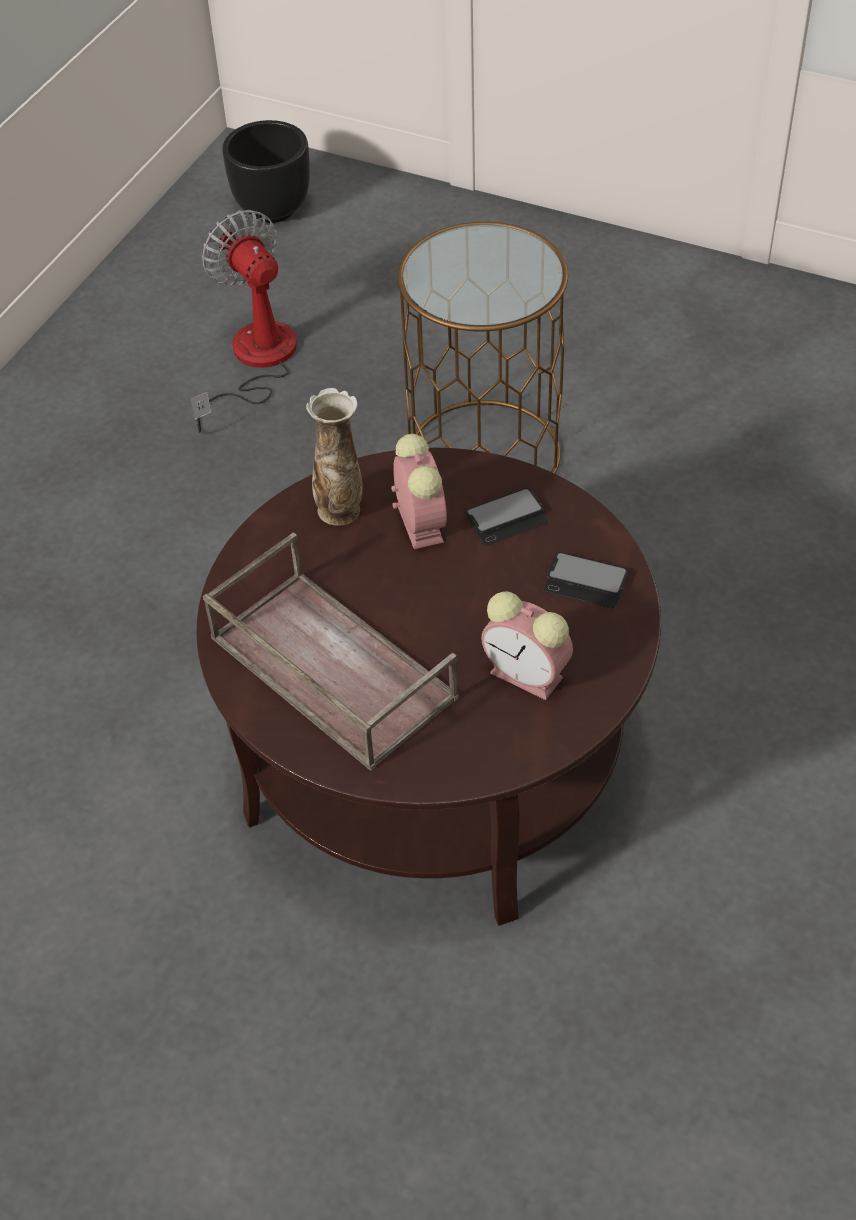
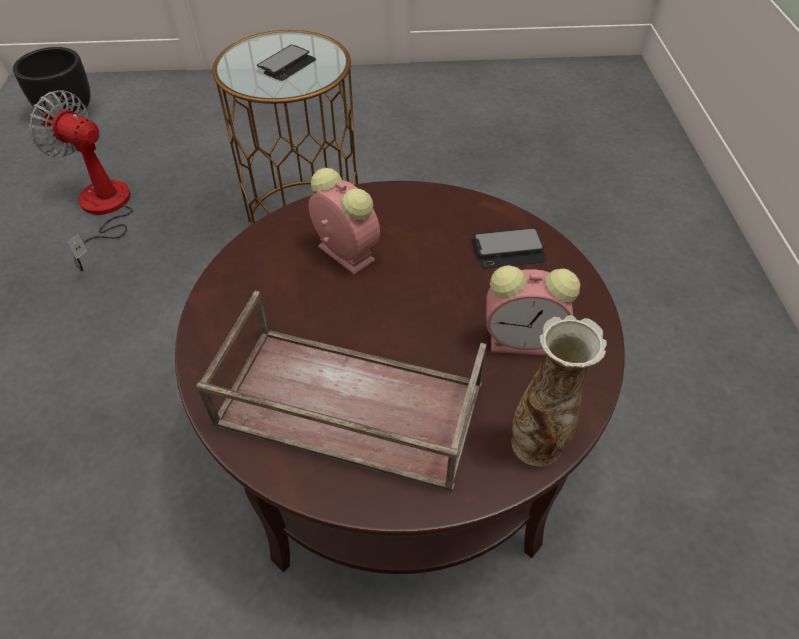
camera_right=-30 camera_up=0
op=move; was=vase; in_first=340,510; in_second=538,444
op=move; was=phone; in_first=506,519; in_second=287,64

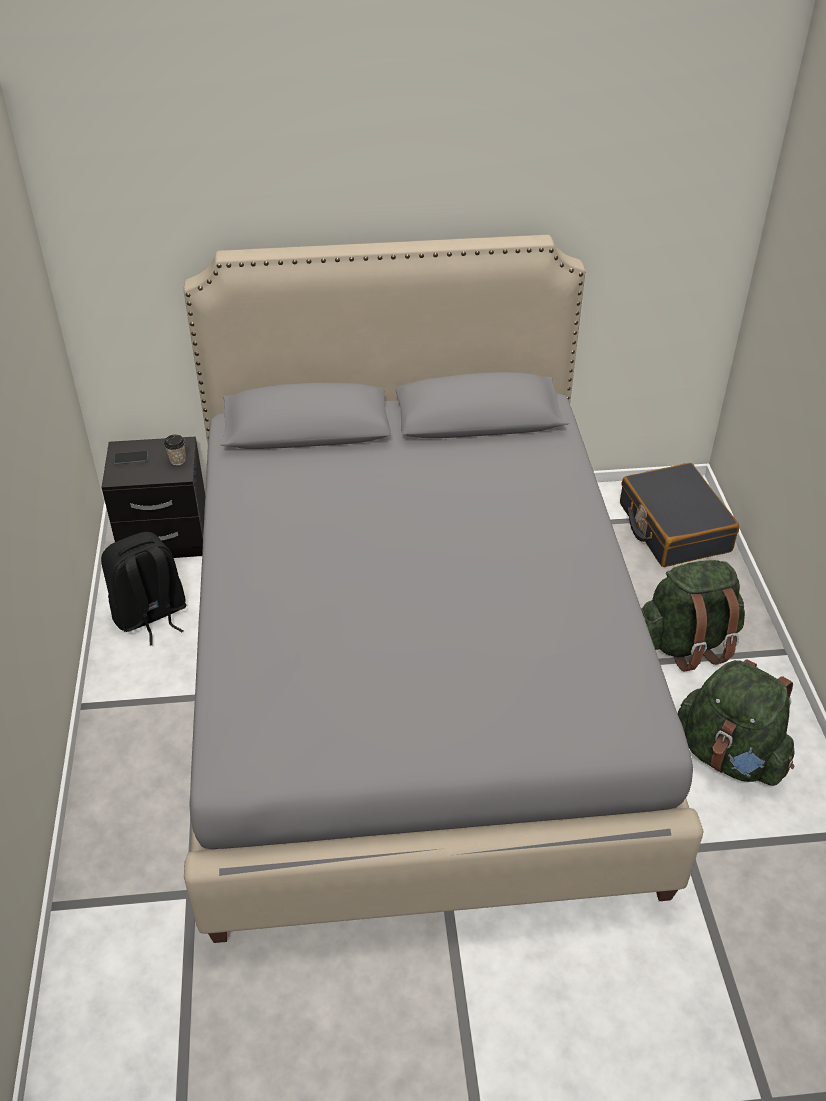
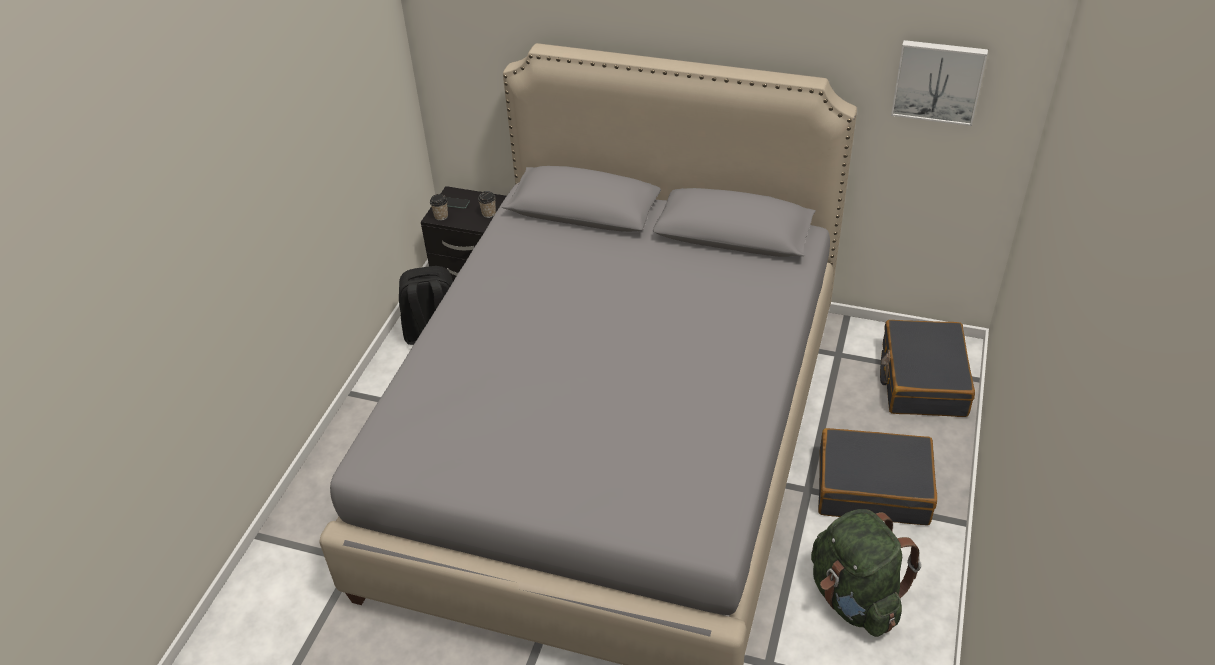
camera_right=25 camera_up=0
op=replace; was=backpack (green); now=suitcase (black); in_first=686,643; in_second=873,487
op=insert; now=cup; in_second=441,216
op=insert; now=picture; in_second=938,81

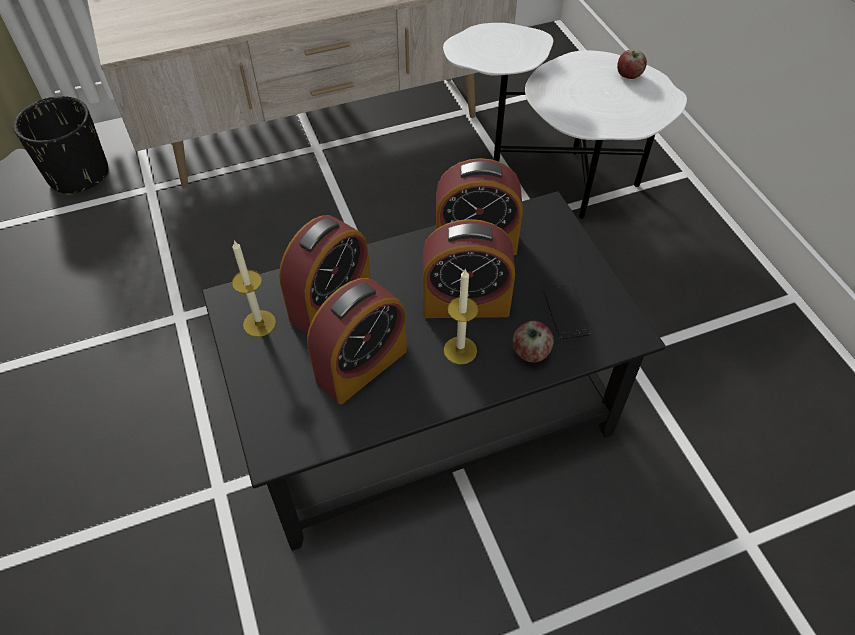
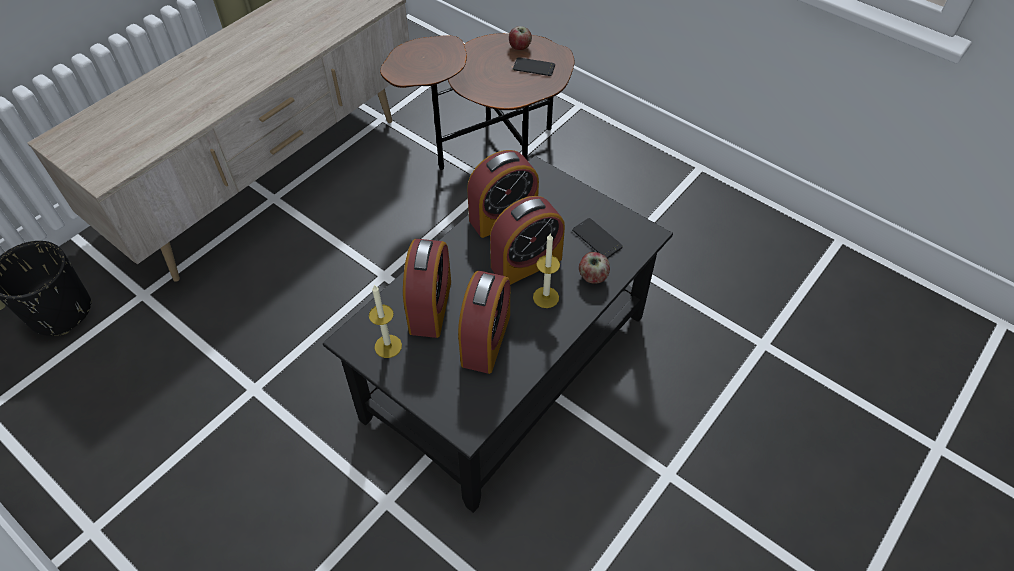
camera_right=-30 camera_up=0
op=recolor; was=side table (white); now=side table (brown); in_first=556,184; in_second=490,151
op=insert; now=phone; in_second=534,67

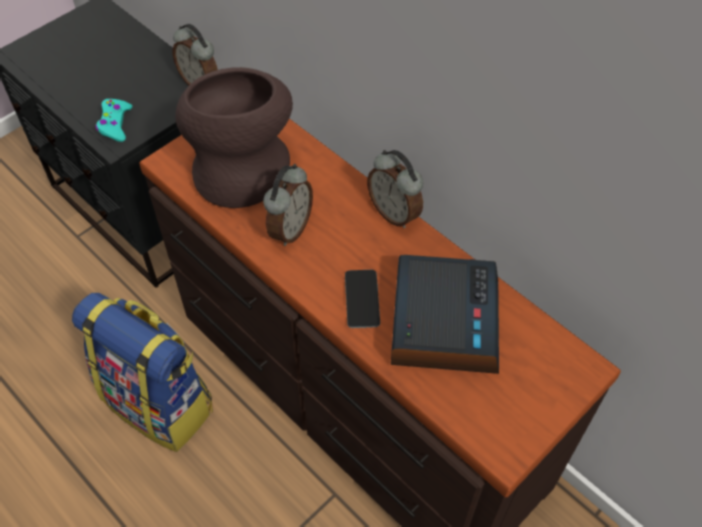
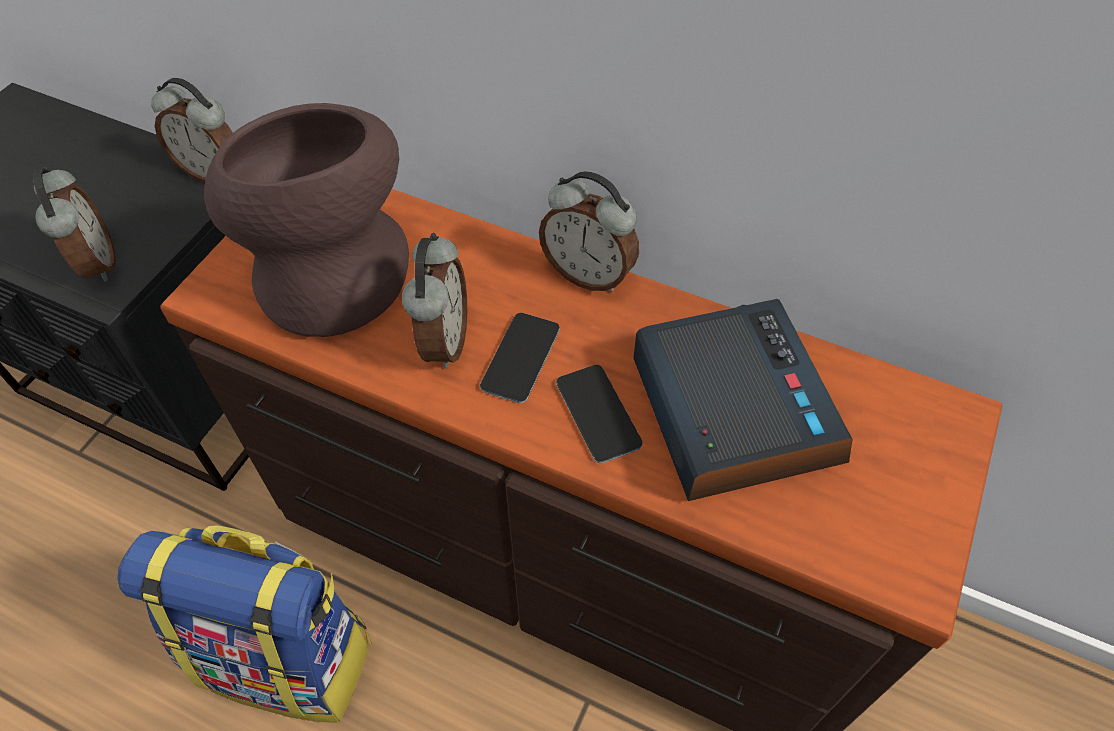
camera_right=-20 camera_up=0
op=replace; was=game controller (turquoise); now=alarm clock; in_first=115,124; in_second=96,263
op=insert; now=phone; in_second=520,358

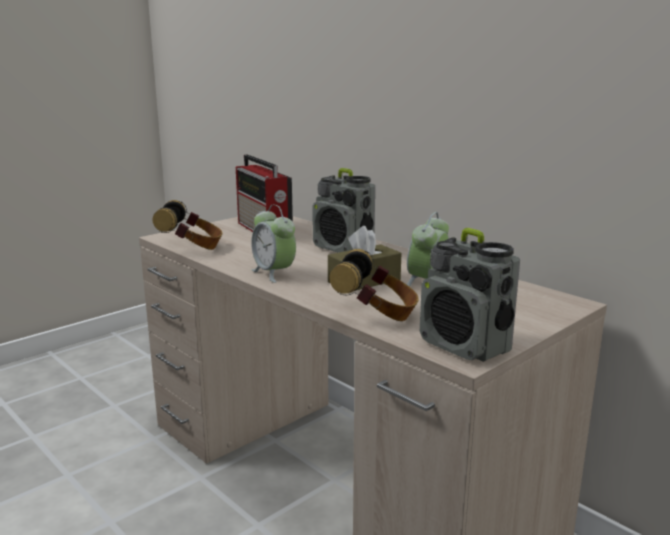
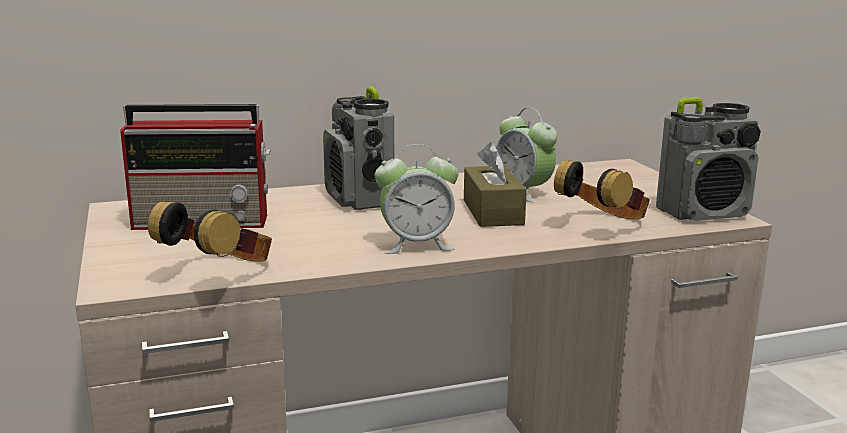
camera_right=-65 camera_up=0
op=rotate; was=radio; in_first=343,248; in_second=359,200; clockwise=90

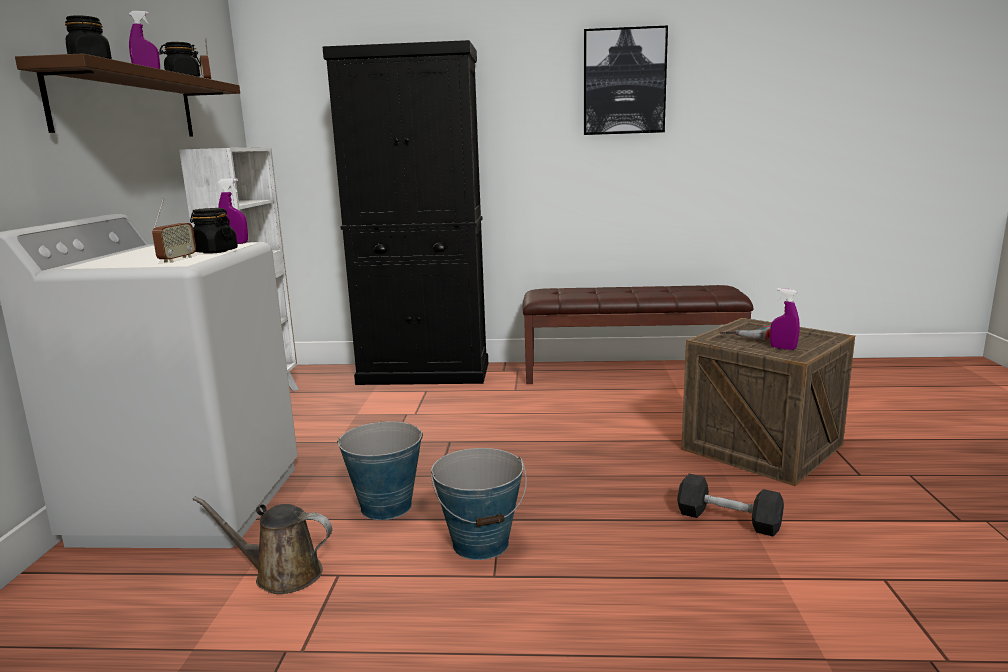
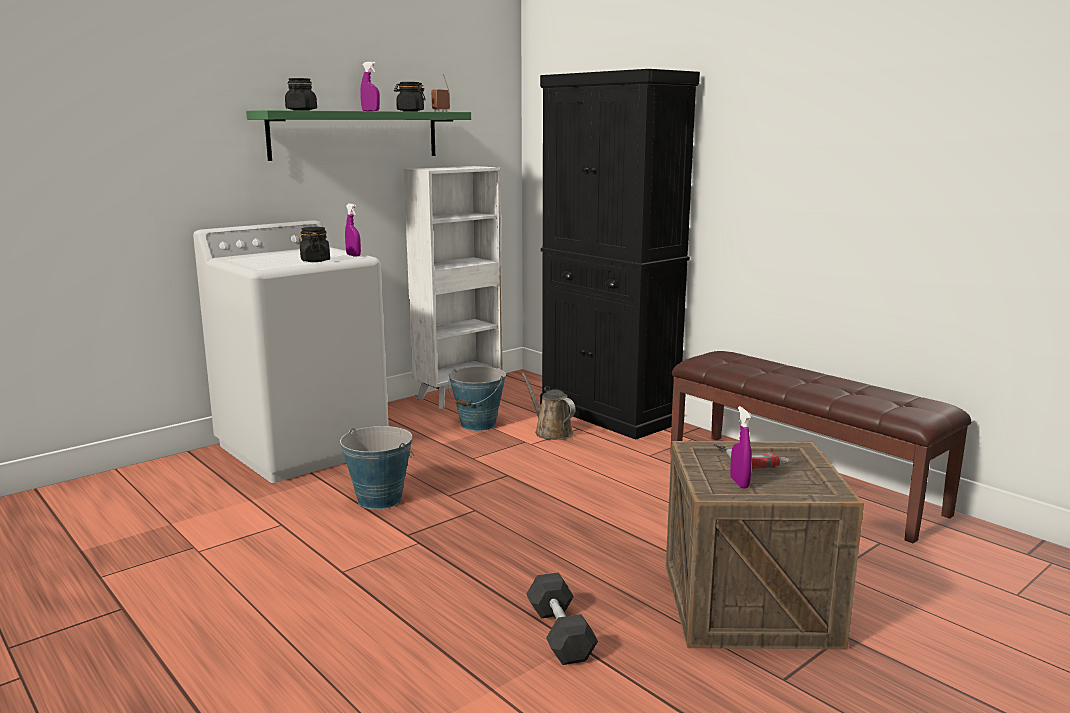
camera_right=45 camera_up=0
op=recolor; was=shelf (brown); now=shelf (green); in_first=127,105; in_second=355,135
op=delete; was=radio; in_first=177,259
op=move; was=watering can (brown); in_first=282,574; in_second=551,432
op=move; was=bucket; in_first=481,543; in_second=478,424
op=delete; was=picture; in_first=624,82

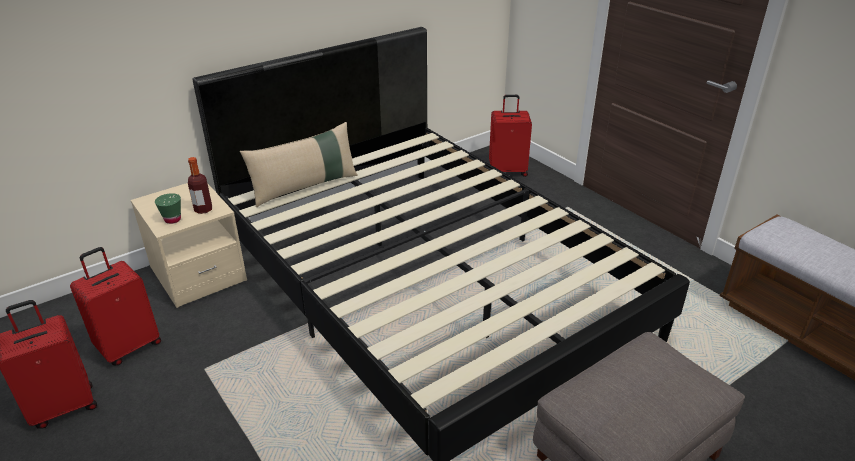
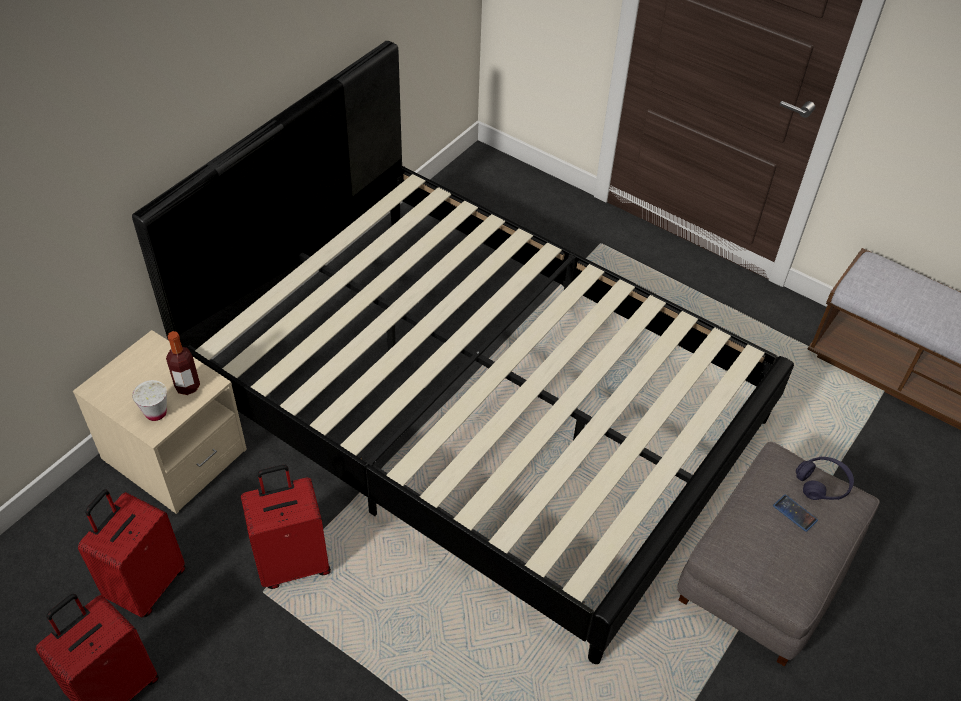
camera_right=-20 camera_up=15
op=recolor; was=cup (green); now=cup (white); in_first=172,219; in_second=156,413
op=delete; was=pillow (beige); in_first=305,187
op=move; was=suitcase (red); in_first=508,170; in_second=293,562
op=insert; now=phone; in_second=795,513
op=insert; now=headphones (purple); in_second=822,484

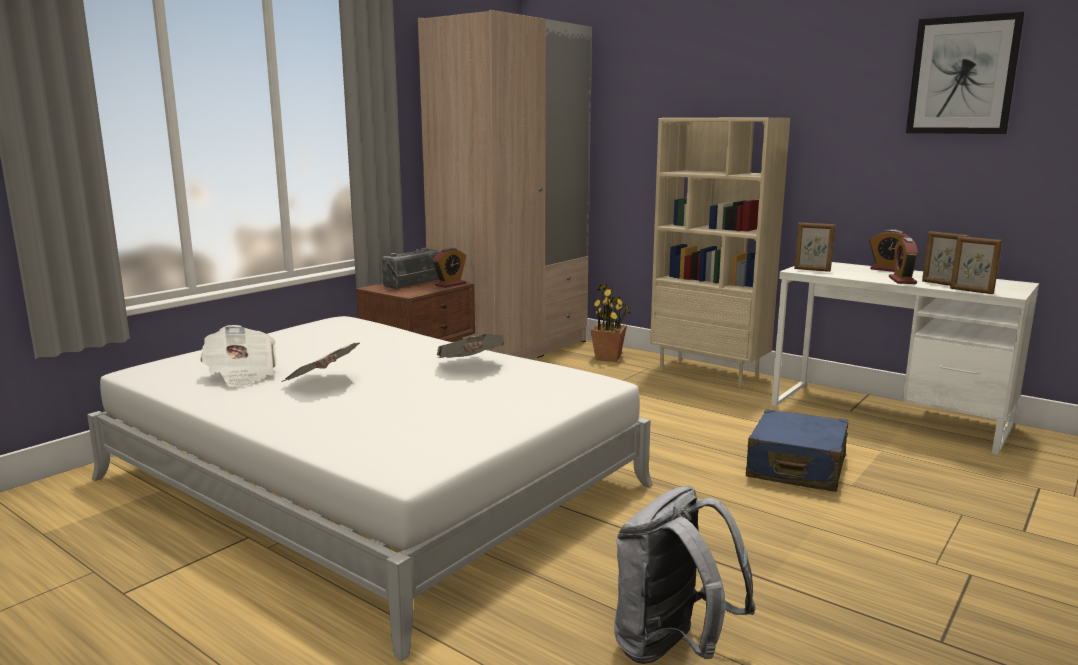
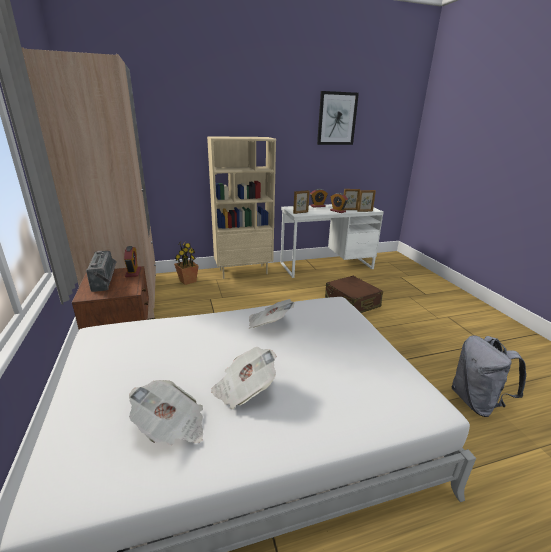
camera_right=-55 camera_up=10
op=recolor; was=suitcase (blue); now=suitcase (brown); in_first=796,468; in_second=352,302

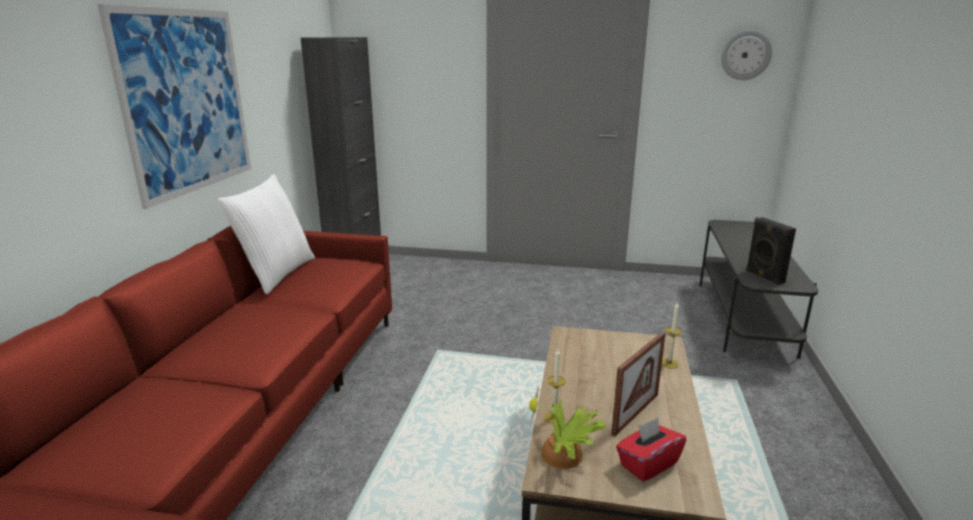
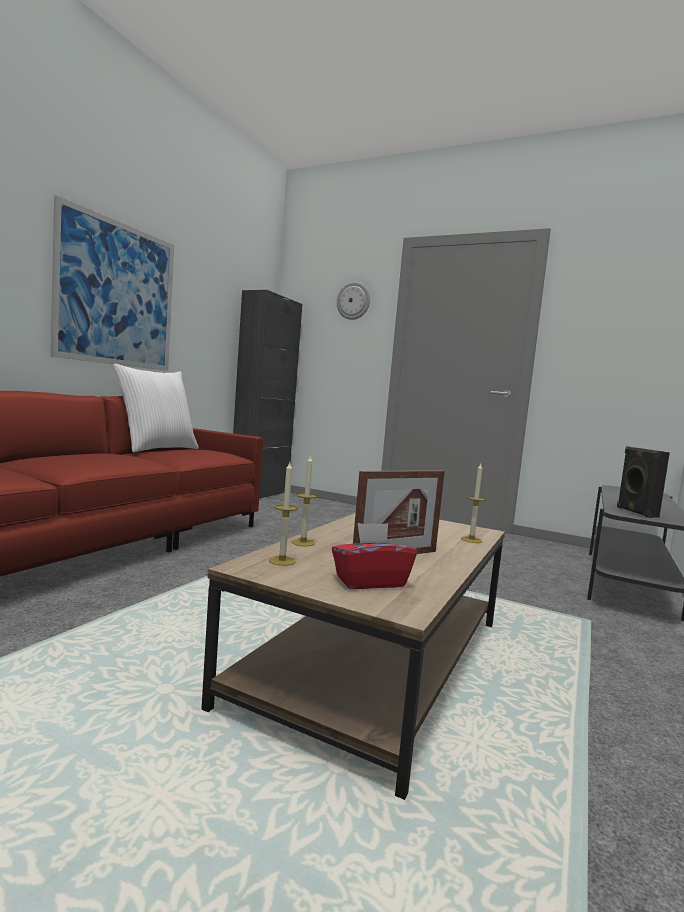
camera_right=15 camera_up=-15
op=replace; was=potted plant; now=candle; in_first=564,456; in_second=282,561
op=move; was=wall clock; in_first=745,55; in_second=353,301

